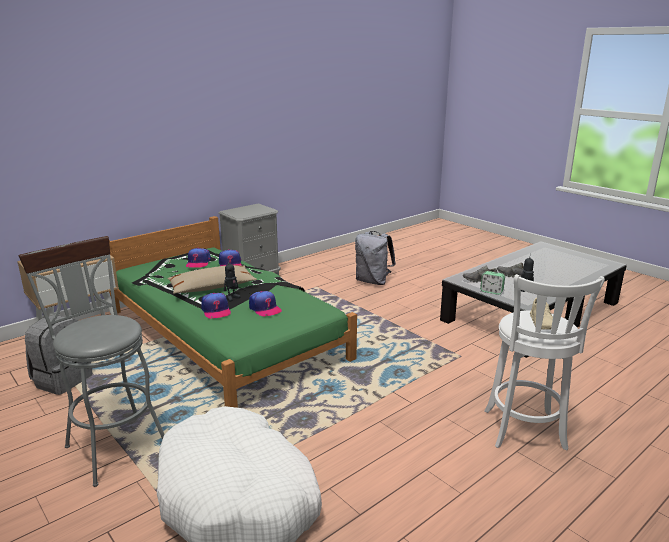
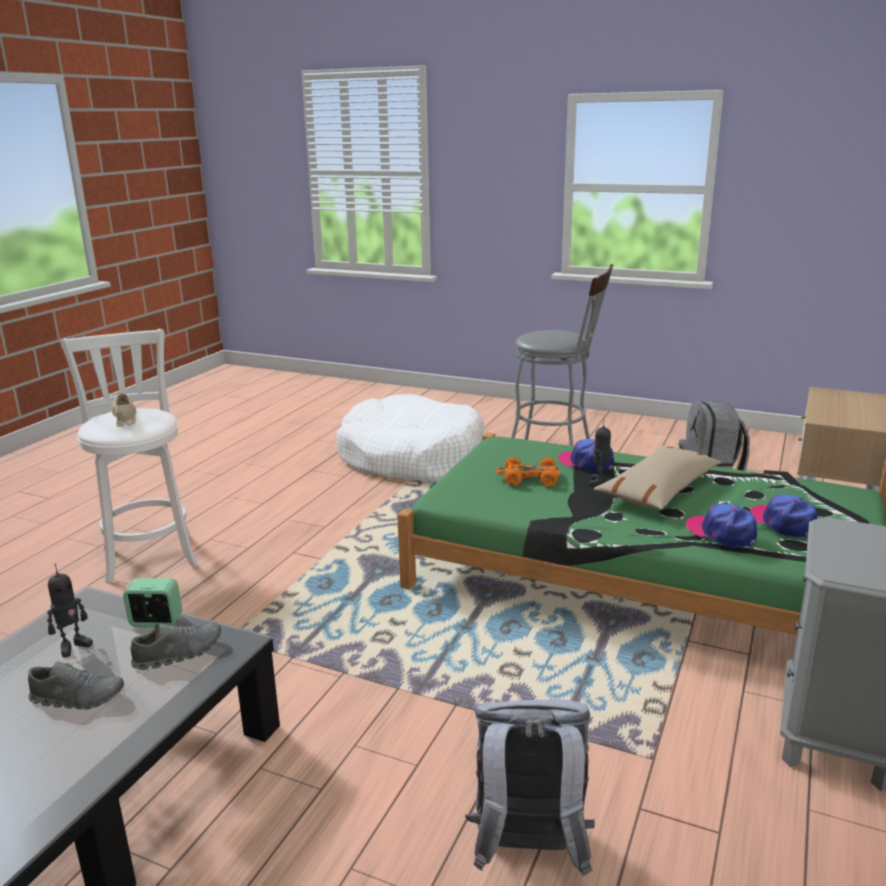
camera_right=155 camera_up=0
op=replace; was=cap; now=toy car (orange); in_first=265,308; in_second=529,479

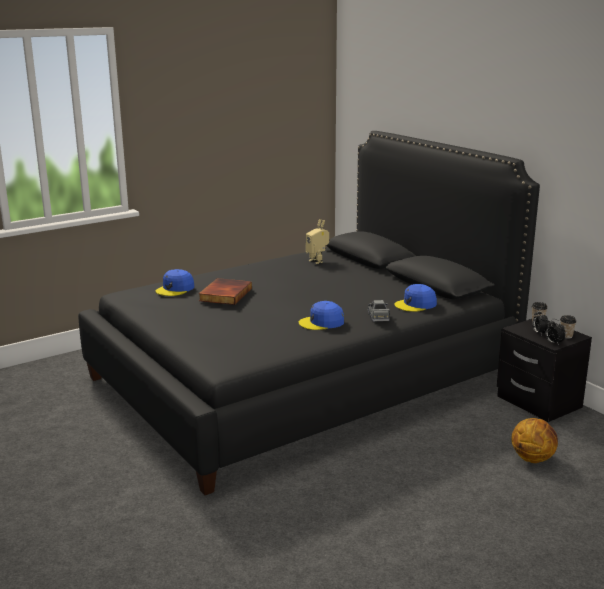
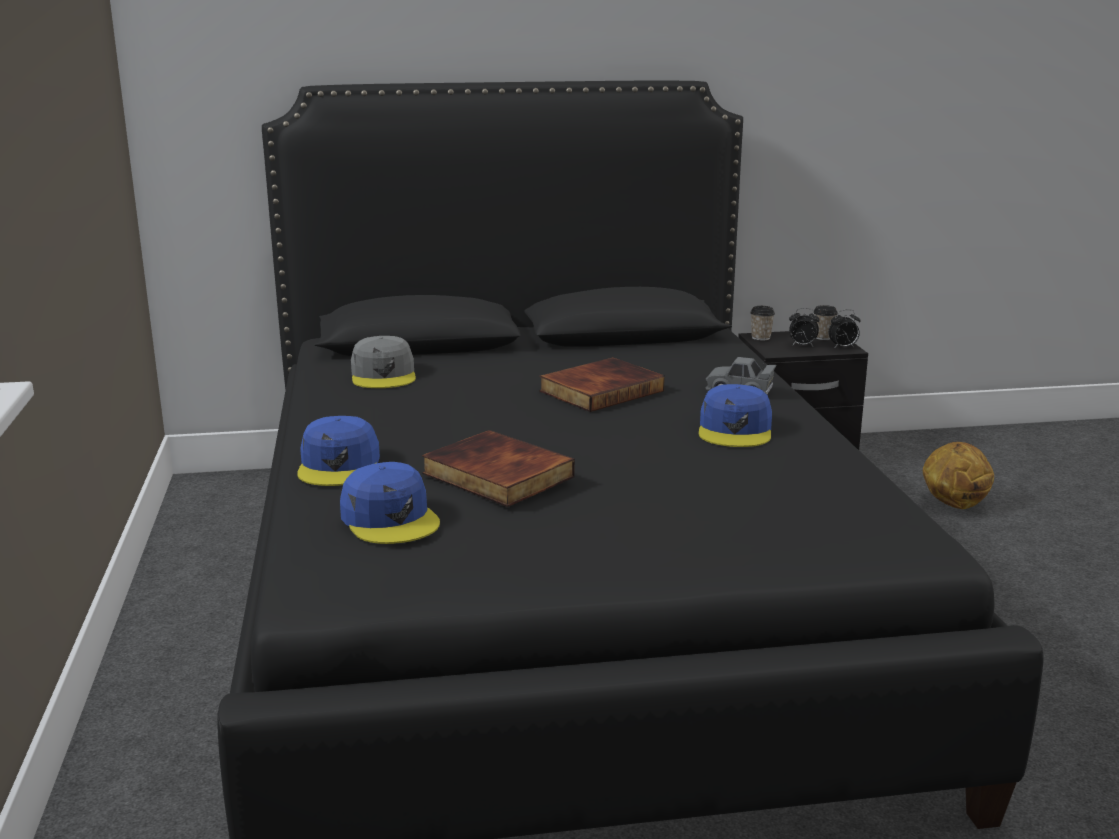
camera_right=-65 camera_up=0
op=replace; was=toy robot; now=cap (grey); in_first=317,261; in_second=384,375
op=move; was=cap (blue); in_first=416,304; in_second=339,466
op=insert; now=book; in_second=600,390

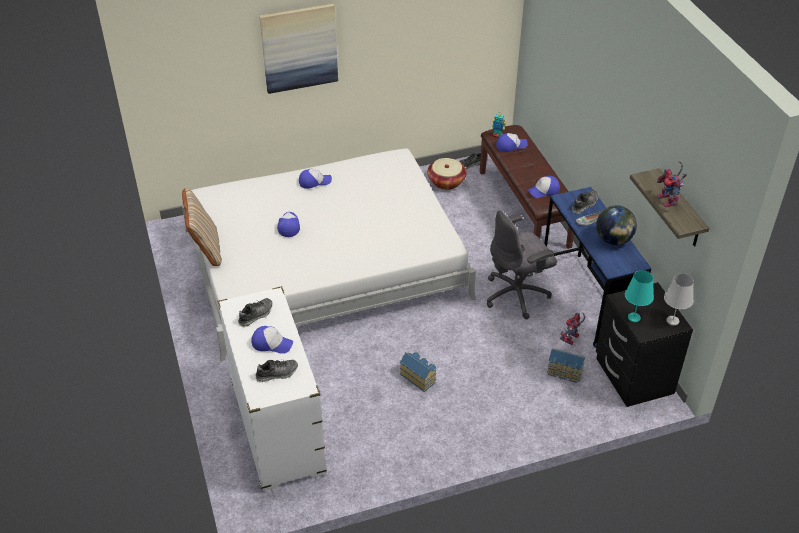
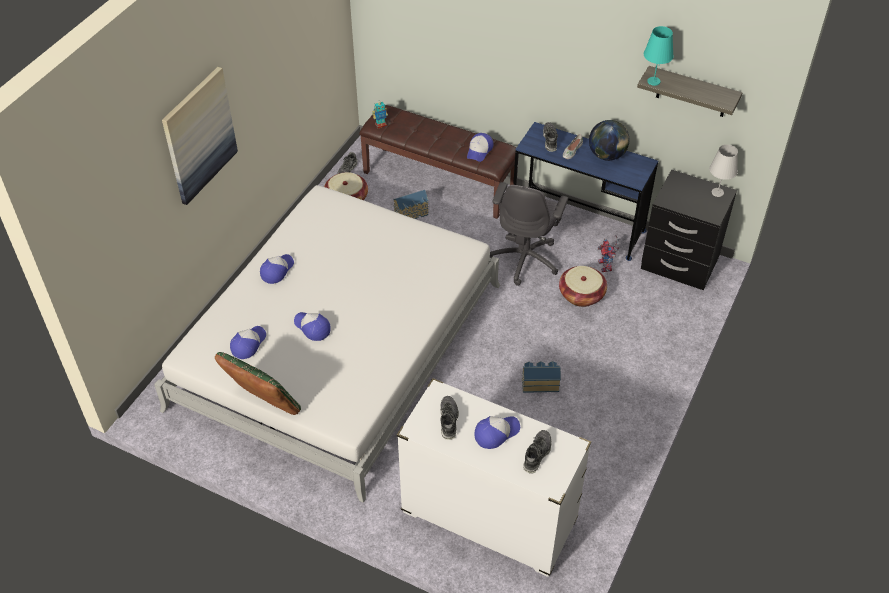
camera_right=-45 camera_up=5
op=recolor; was=pillow (beige); now=pillow (green); in_first=205,249; in_second=263,405
op=move; was=cap; in_first=511,145; in_second=248,344
op=move; was=toy house; in_first=564,372; in_second=412,213
op=move; was=table lamp (turquoise); in_first=634,317; in_second=653,81
op=delete; was=toy robot; in_first=668,201
op=insert; now=basket; in_second=581,295

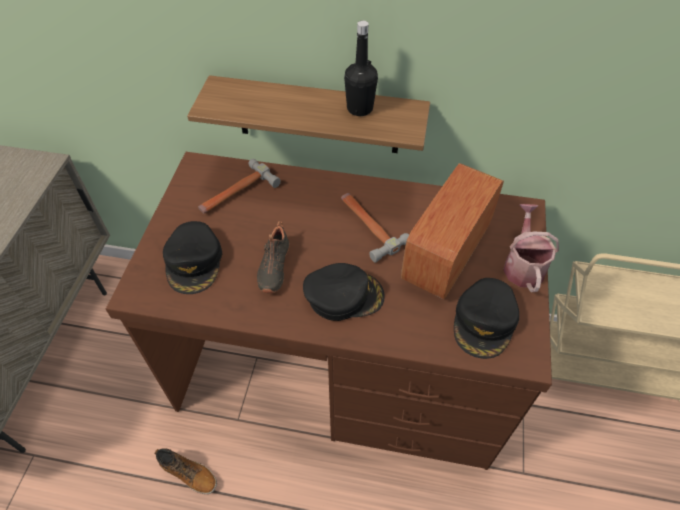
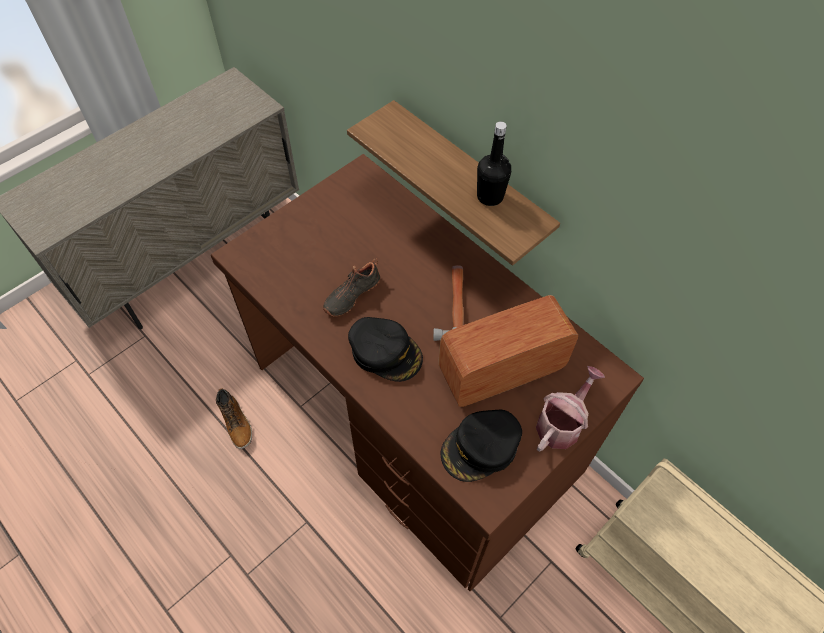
camera_right=35 camera_up=5
op=delete; was=cap (black); in_first=194,262
op=delete; was=hammer; in_first=236,193

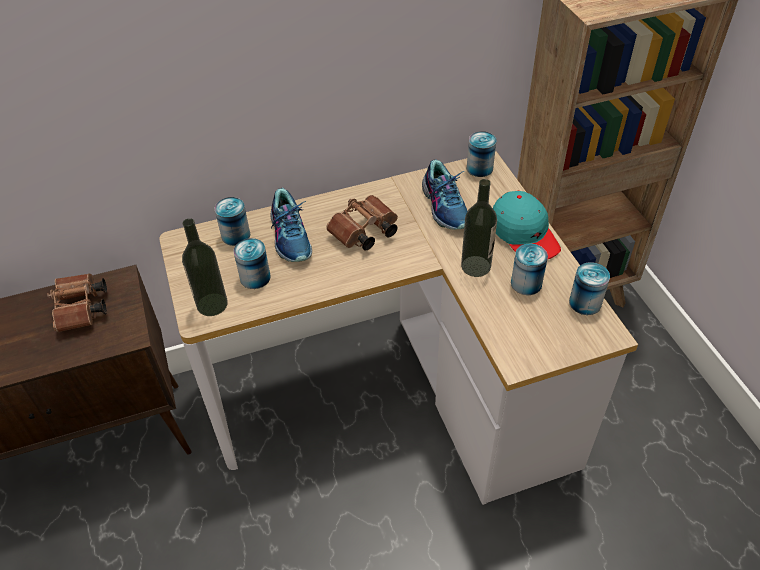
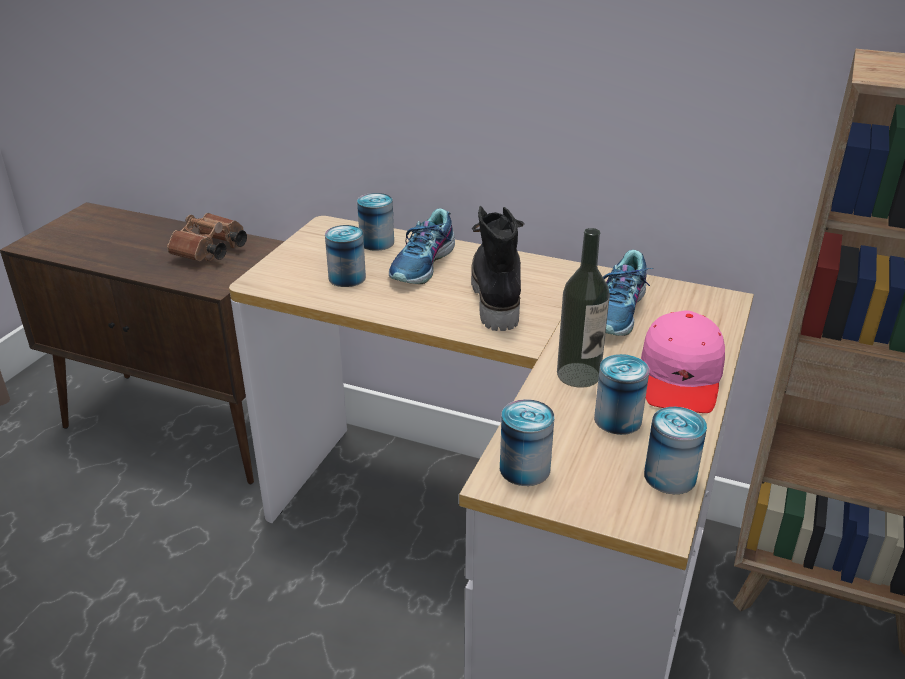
camera_right=40 camera_up=-15
op=delete; was=bottle; in_first=212,304
op=replace; was=binoculars (brown); now=boot (black); in_first=363,233; in_second=495,293
op=move; was=can; in_first=479,168; in_second=524,468
op=recolor; was=cap (turquoise); now=cap (pink); in_first=524,234; in_second=681,377

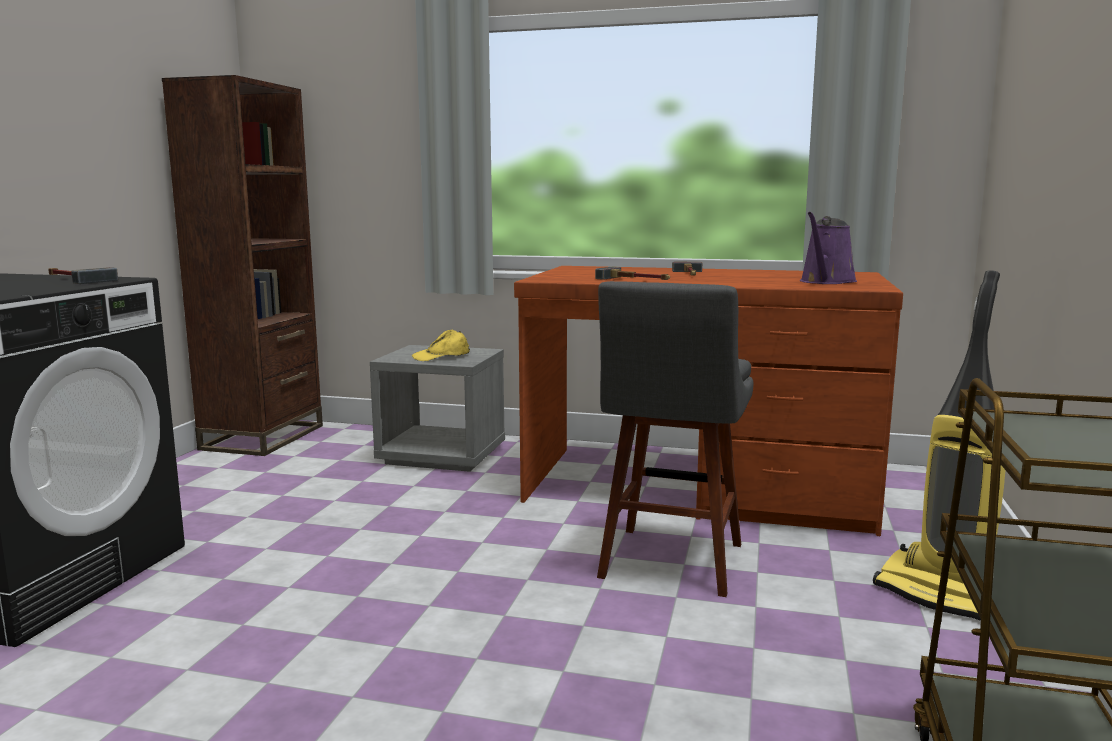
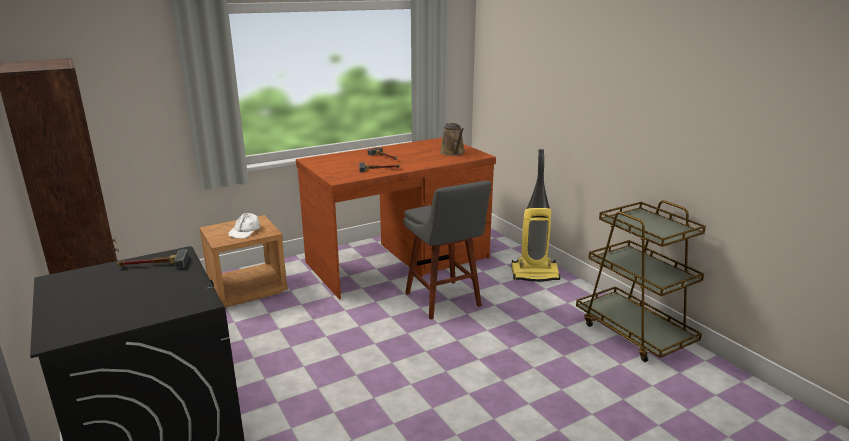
camera_right=-45 camera_up=10
op=recolor; was=nightstand (grey); now=nightstand (brown); in_first=443,455; in_second=248,289
op=recolor; was=cap (yellow); now=cap (white); in_first=441,356; in_second=245,231
op=recolor; was=watering can (purple); now=watering can (brown); in_first=826,282; in_second=453,153

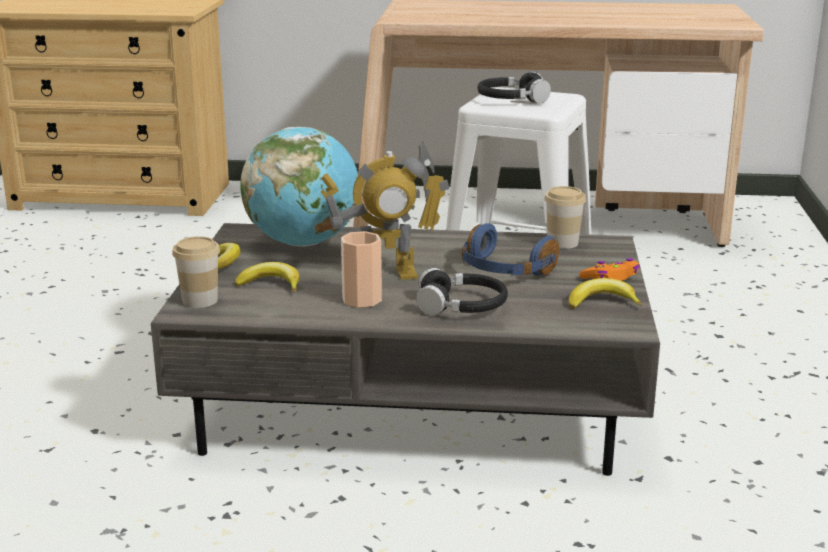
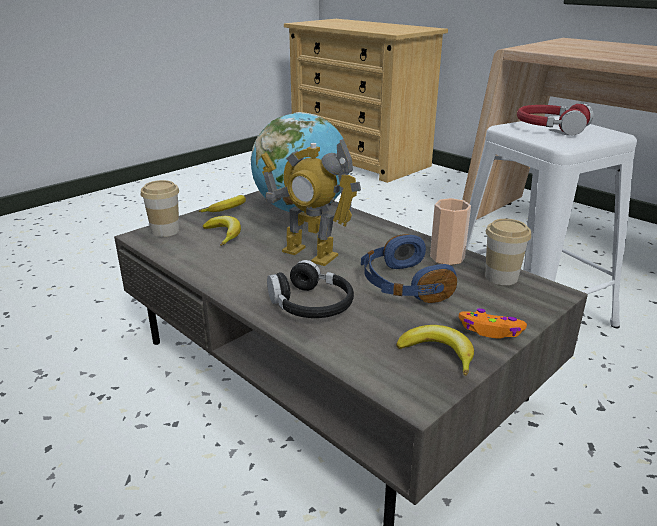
camera_right=40 camera_up=5
op=move; was=cup; in_first=362,300; in_second=447,257
op=recolor; was=headphones (black); now=headphones (red); in_first=512,99; in_second=551,128

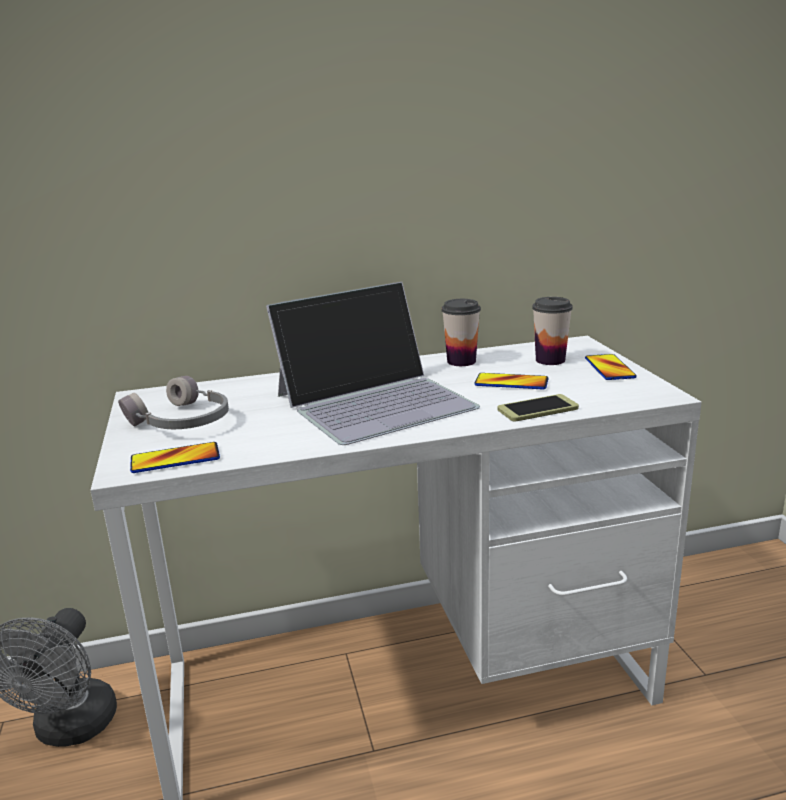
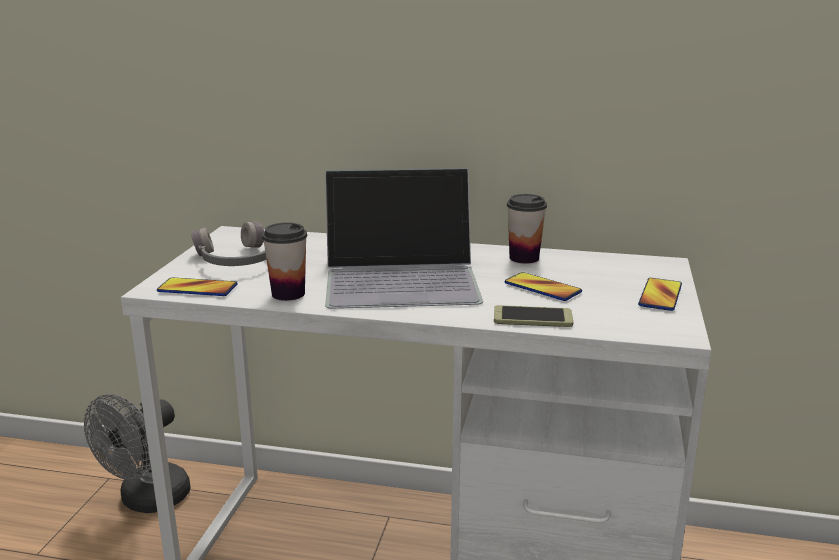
camera_right=25 camera_up=0
op=move; was=cup; in_first=550,360; in_second=288,294

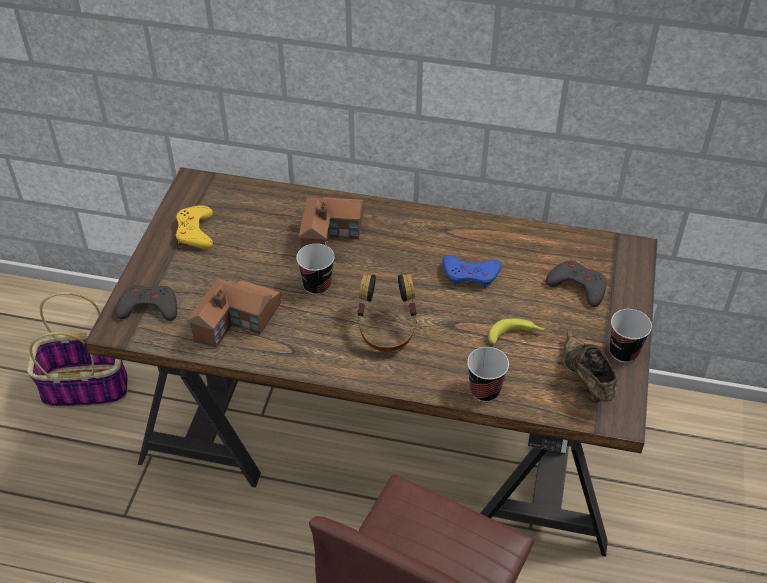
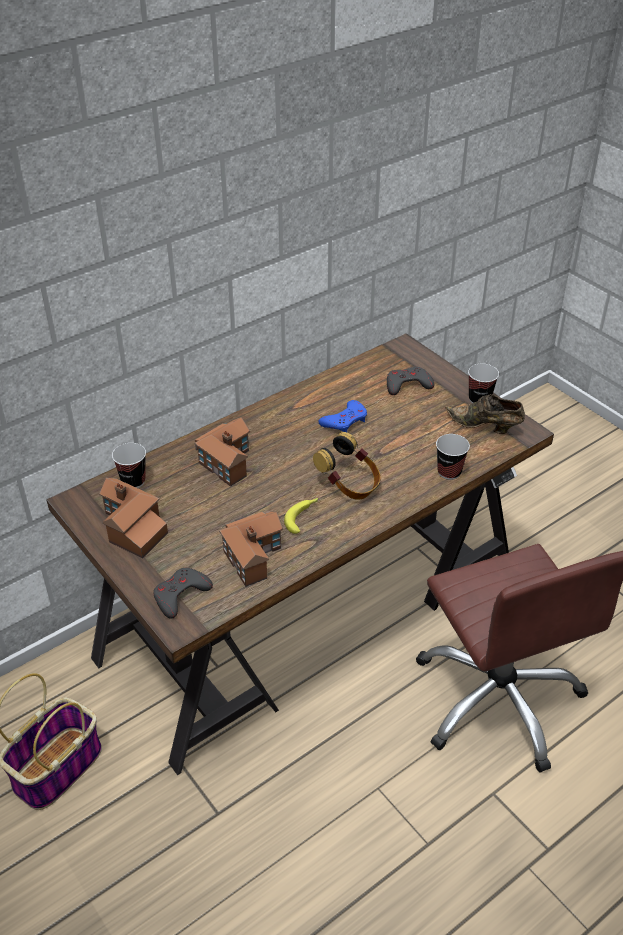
camera_right=-50 camera_up=-5
op=replace; was=game controller (yellow); now=toy house; in_first=195,232; in_second=132,528
op=move; was=cup; in_first=317,285; in_second=133,481
op=move; was=banana; in_first=516,335; in_second=302,517

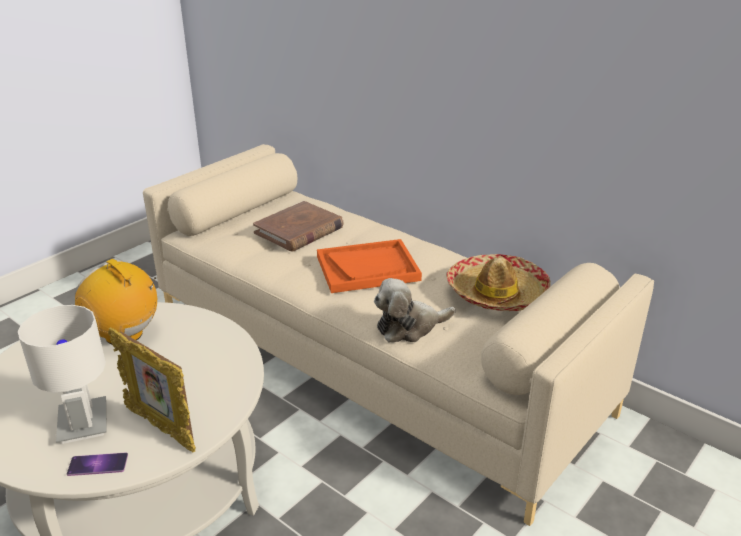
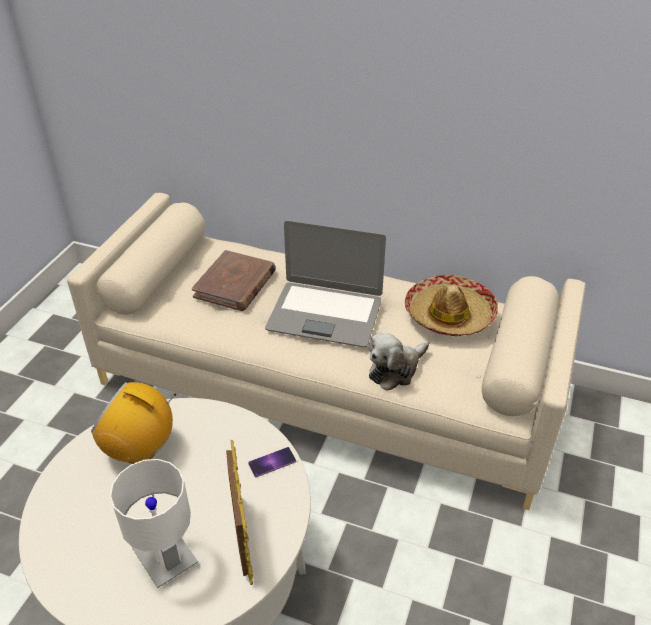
camera_right=-20 camera_up=10
op=move; was=phone; in_first=98,464; in_second=272,462
op=rotate; was=picture frame; in_first=161,428; in_second=243,540; clockwise=-120
op=replace; was=tray (orange); now=laptop; in_first=368,268; in_second=325,314

